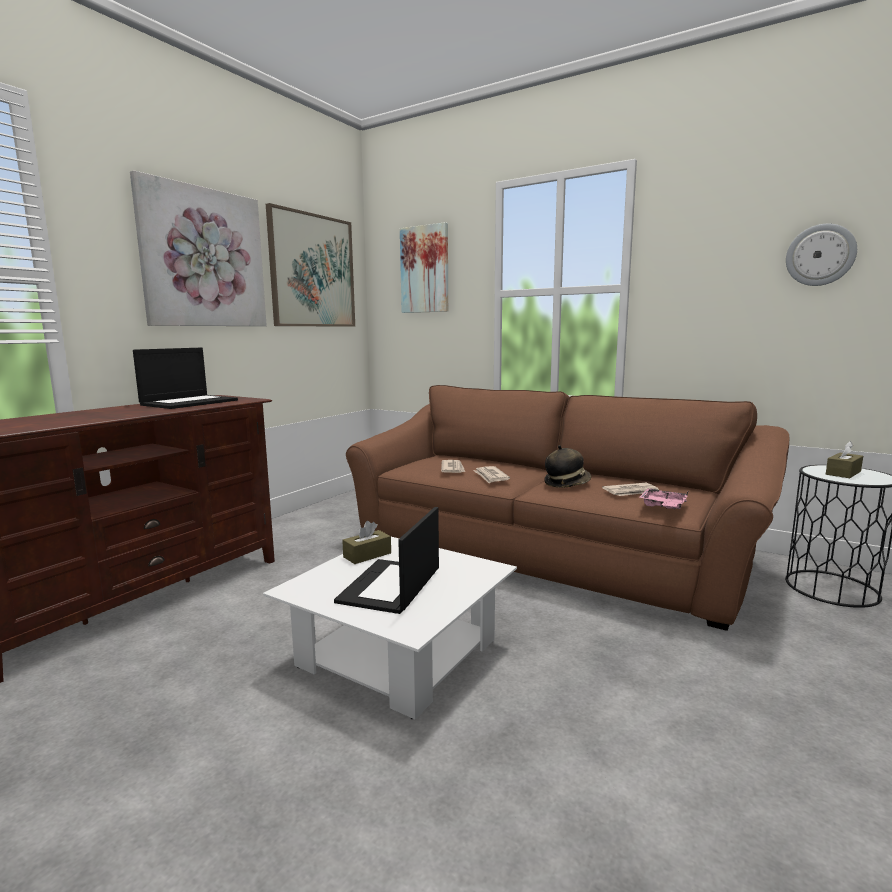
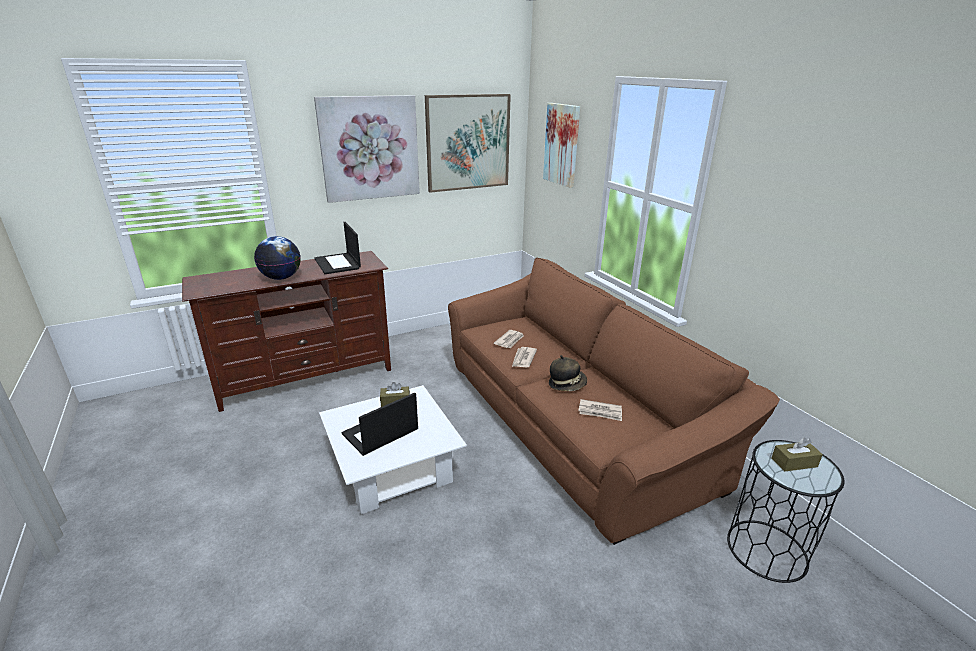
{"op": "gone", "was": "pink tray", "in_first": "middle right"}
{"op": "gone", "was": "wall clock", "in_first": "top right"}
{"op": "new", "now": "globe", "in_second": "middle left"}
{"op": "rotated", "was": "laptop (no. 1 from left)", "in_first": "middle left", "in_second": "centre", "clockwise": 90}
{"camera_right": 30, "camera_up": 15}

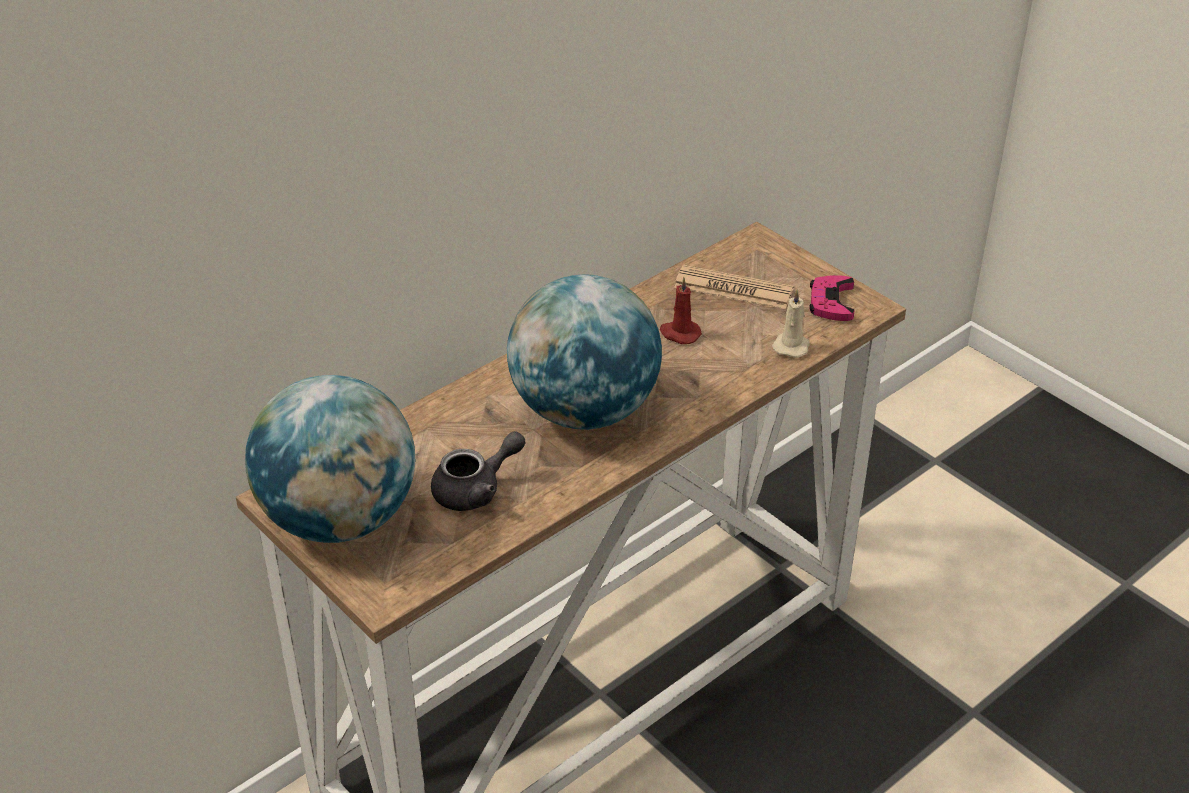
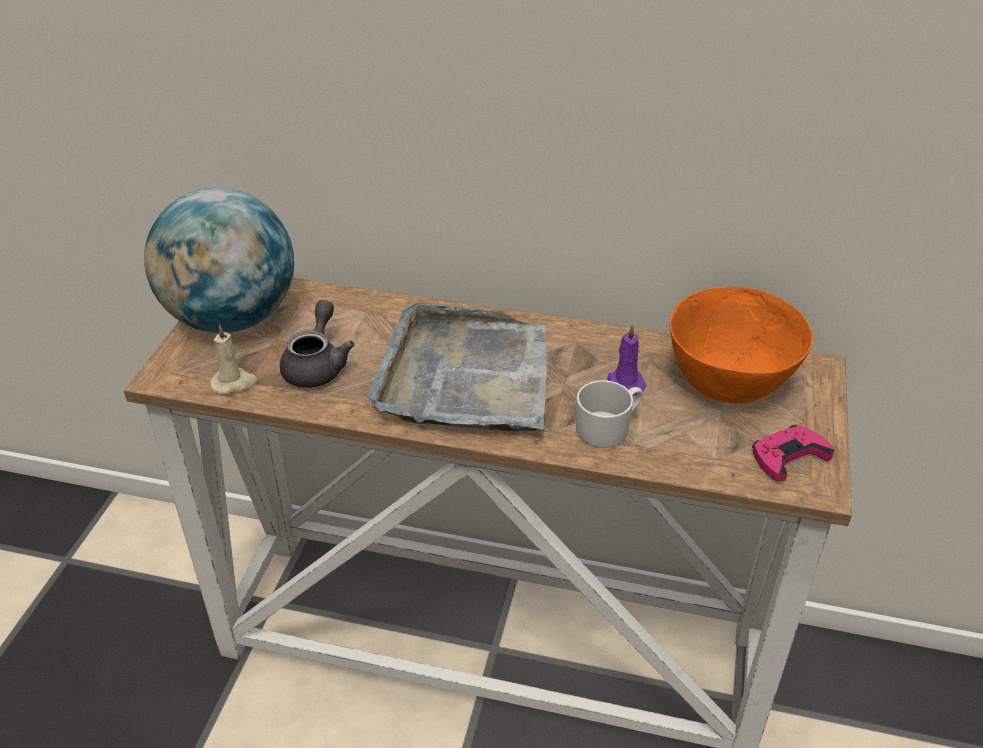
{"op": "new", "now": "white mug", "in_second": "centre"}
{"op": "shifted", "was": "beige candle", "in_first": "centre", "in_second": "middle left"}
{"op": "swapped", "was": "globe (no. 2 from left)", "now": "grey tray", "in_first": "centre", "in_second": "centre"}
{"op": "swapped", "was": "newspaper", "now": "orange bowl", "in_first": "centre", "in_second": "middle right"}
{"op": "repainted", "was": "red candle", "now": "purple candle", "in_first": "centre", "in_second": "centre"}
{"op": "rotated", "was": "grey teapot", "in_first": "centre", "in_second": "middle left", "clockwise": -105}
{"camera_right": 55, "camera_up": 0}

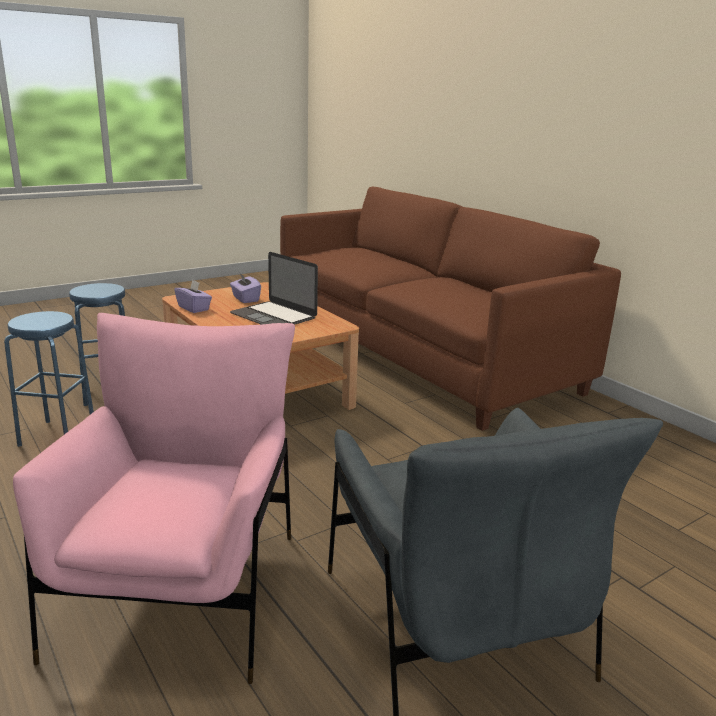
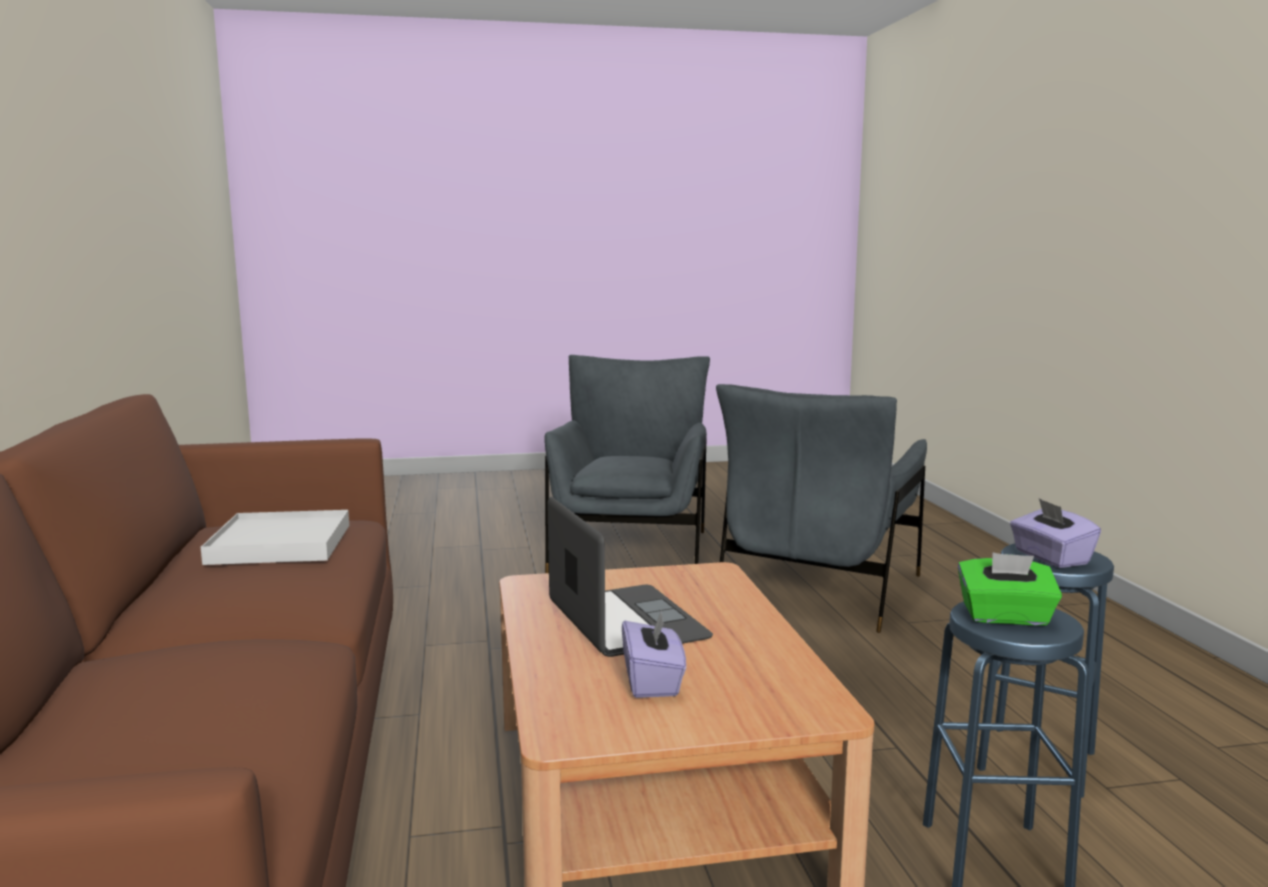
{"op": "new", "now": "white tray", "in_second": "middle left"}
{"op": "new", "now": "green tissue box", "in_second": "middle right"}
{"op": "shifted", "was": "purple tissue box (no. 1 from left in the first image)", "now": "purple tissue box (no. 2 from left)", "in_first": "middle left", "in_second": "middle right"}
{"op": "repainted", "was": "pink armchair", "now": "grey armchair (no. 2 from left)", "in_first": "bottom left", "in_second": "centre"}
{"camera_right": -155, "camera_up": -10}

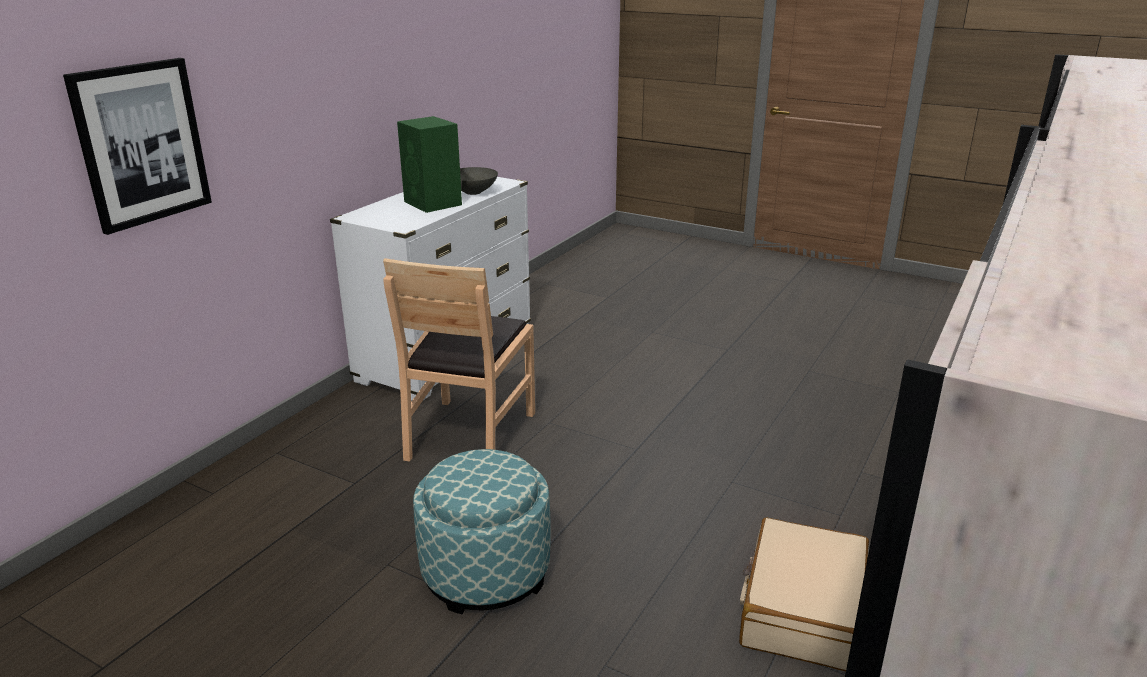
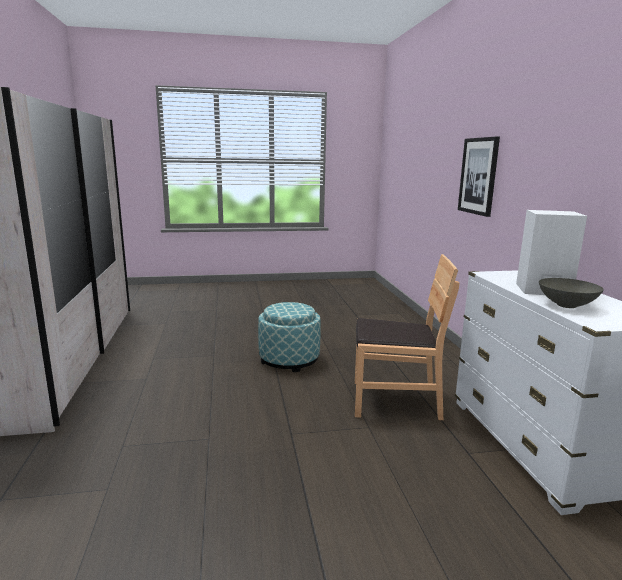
{"op": "gone", "was": "beige suitcase", "in_first": "bottom right"}
{"op": "repainted", "was": "green speaker", "now": "white speaker", "in_first": "top centre", "in_second": "middle right"}
{"op": "rotated", "was": "brown chair", "in_first": "centre", "in_second": "centre", "clockwise": 120}
{"camera_right": 140, "camera_up": -10}

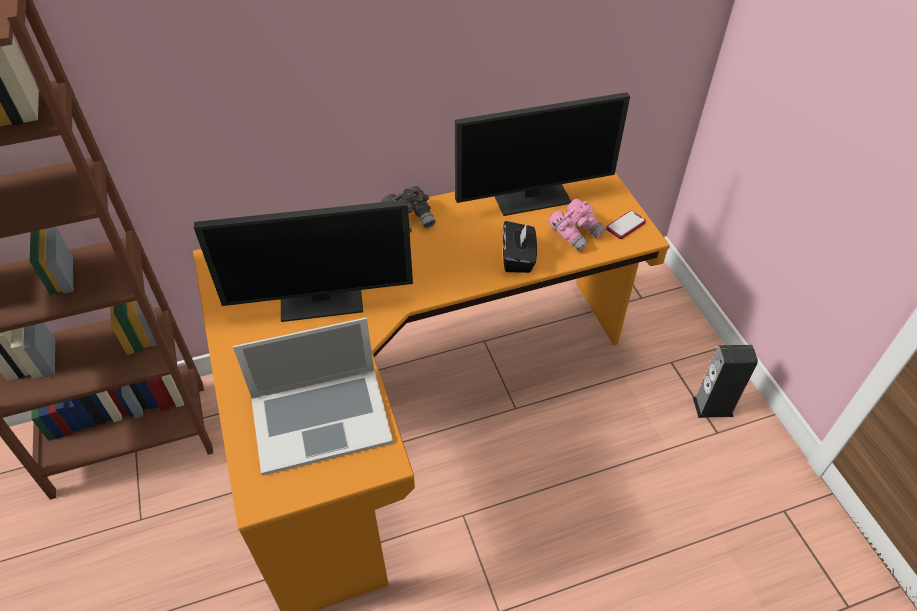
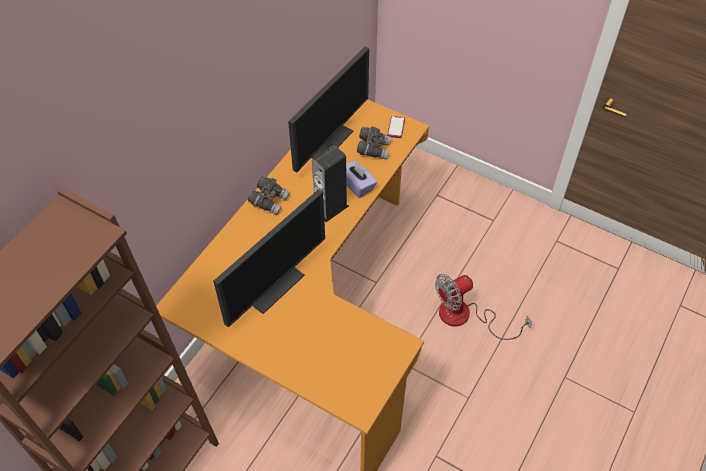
{"op": "gone", "was": "laptop", "in_first": "centre"}
{"op": "new", "now": "fan", "in_second": "middle right"}
{"op": "shifted", "was": "speaker", "in_first": "middle right", "in_second": "centre"}
{"op": "repainted", "was": "black tissue box", "now": "purple tissue box", "in_first": "centre", "in_second": "centre"}
{"op": "repainted", "was": "pink binoculars", "now": "grey binoculars (no. 2 from left)", "in_first": "centre", "in_second": "top centre"}
{"camera_right": -40, "camera_up": 5}

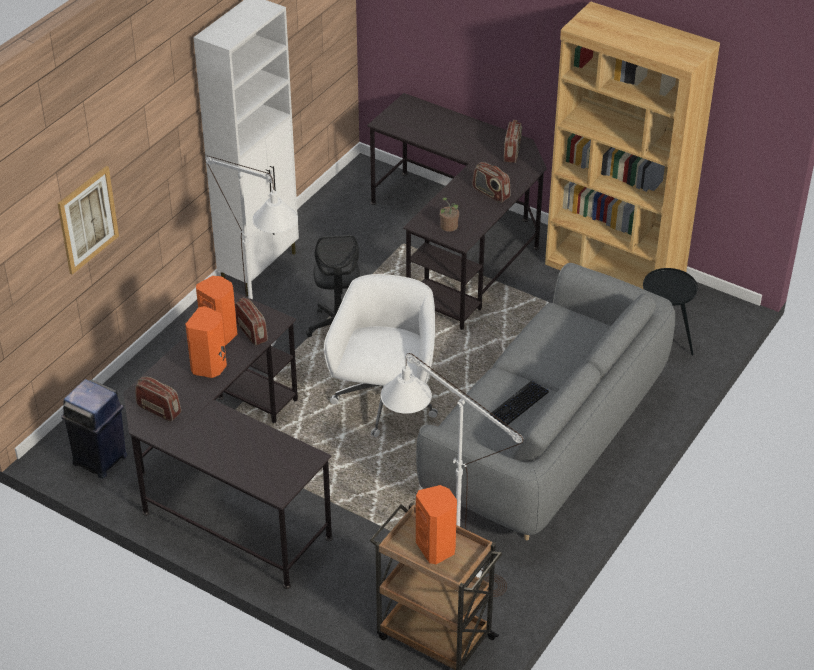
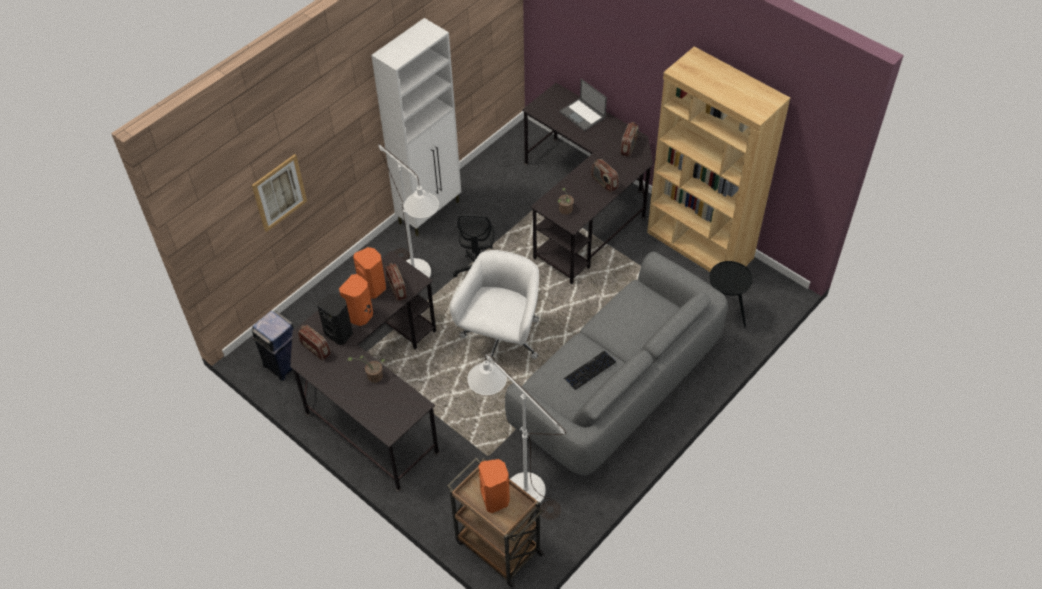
{"op": "new", "now": "black speaker", "in_second": "middle left"}
{"op": "new", "now": "potted plant (no. 1 from left)", "in_second": "centre"}
{"op": "new", "now": "laptop", "in_second": "top centre"}
{"camera_right": 10, "camera_up": 10}

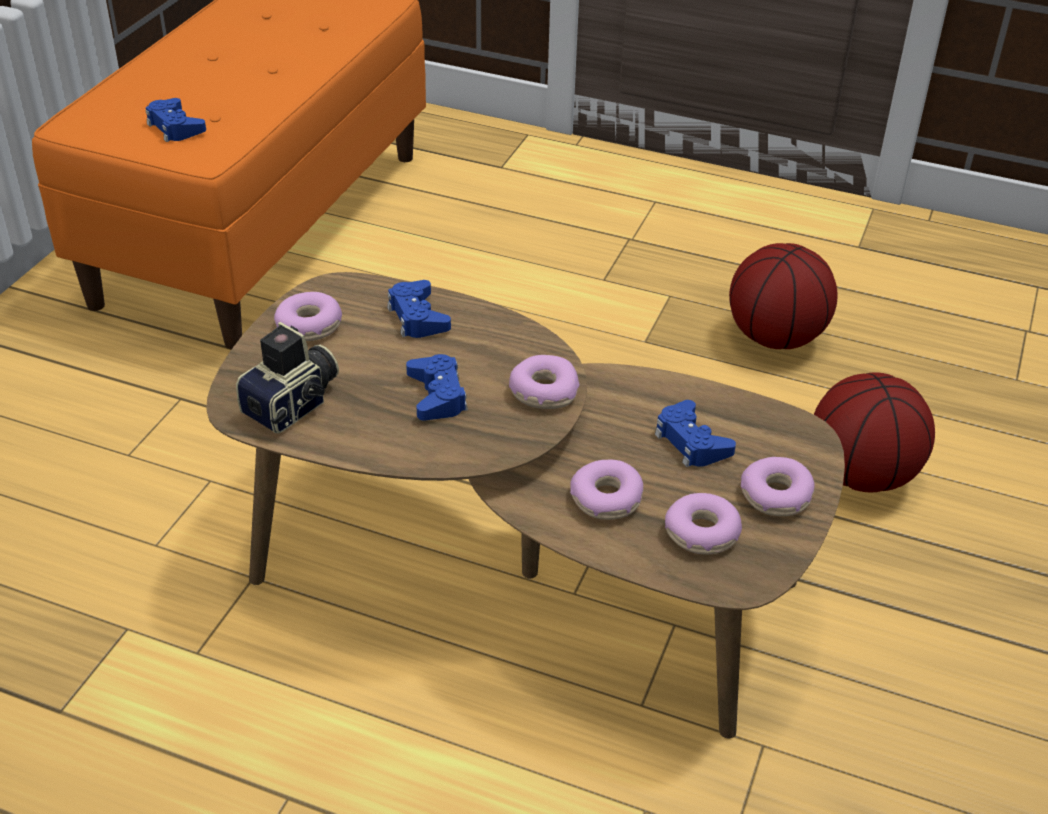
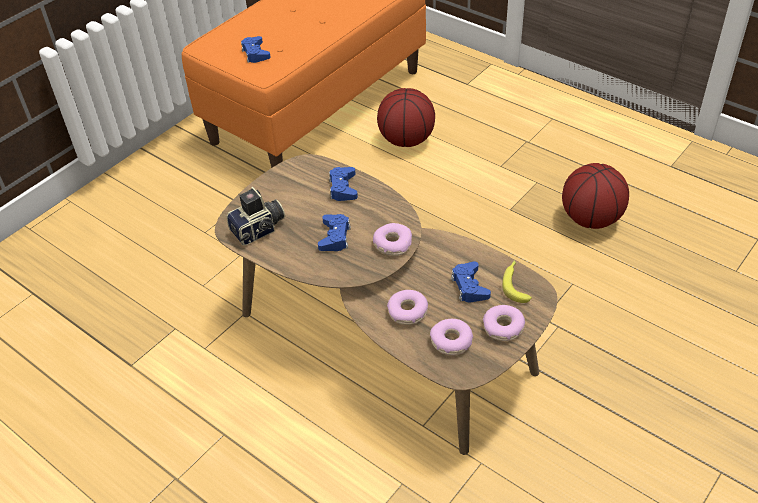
{"op": "gone", "was": "donut (no. 1 from left)", "in_first": "middle left"}
{"op": "new", "now": "banana", "in_second": "middle right"}
{"op": "shifted", "was": "basketball (no. 2 from left in the first image)", "now": "basketball (no. 1 from left)", "in_first": "middle right", "in_second": "top centre"}
{"camera_right": 20, "camera_up": 5}

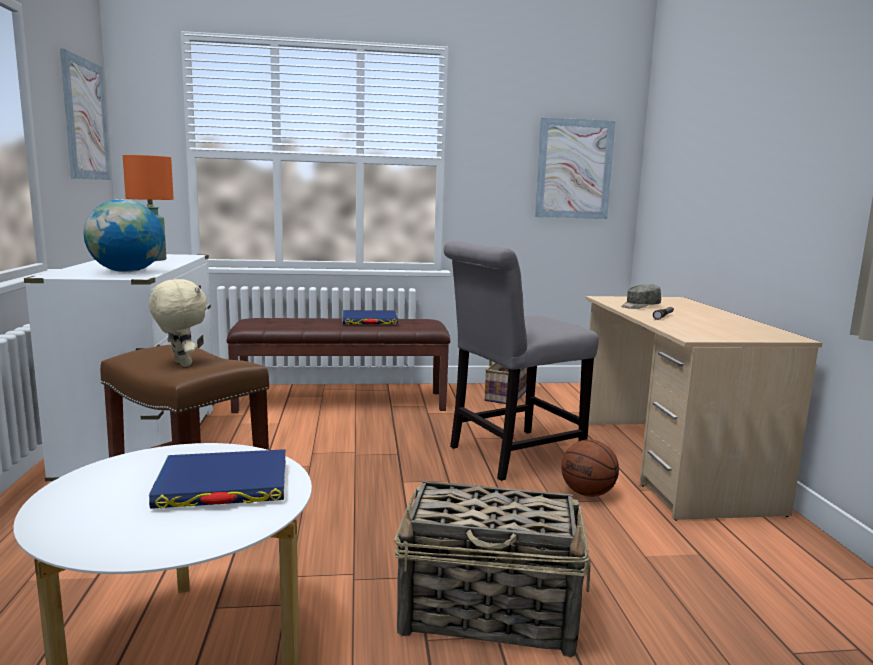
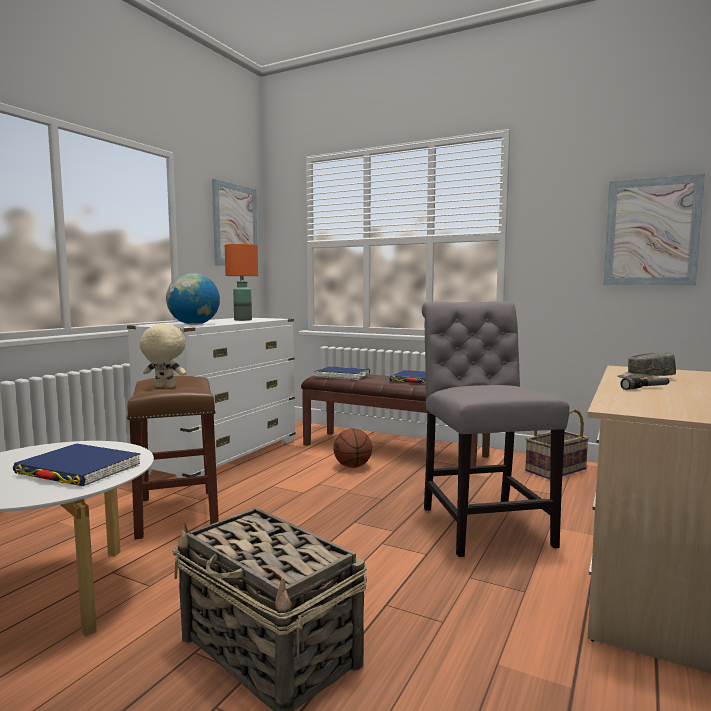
{"op": "new", "now": "blue book (no. 2 from left)", "in_second": "centre"}
{"op": "shifted", "was": "basketball", "in_first": "bottom right", "in_second": "centre"}
{"op": "rotated", "was": "beige plush toy", "in_first": "middle left", "in_second": "middle left", "clockwise": -75}
{"op": "rotated", "was": "grey chair", "in_first": "centre", "in_second": "middle right", "clockwise": 75}
{"camera_right": 35, "camera_up": -5}

